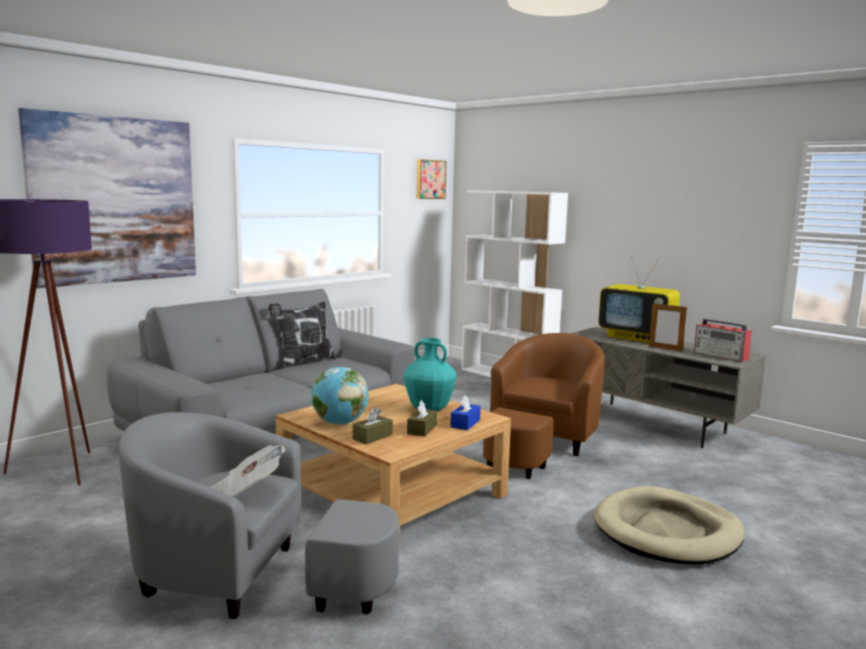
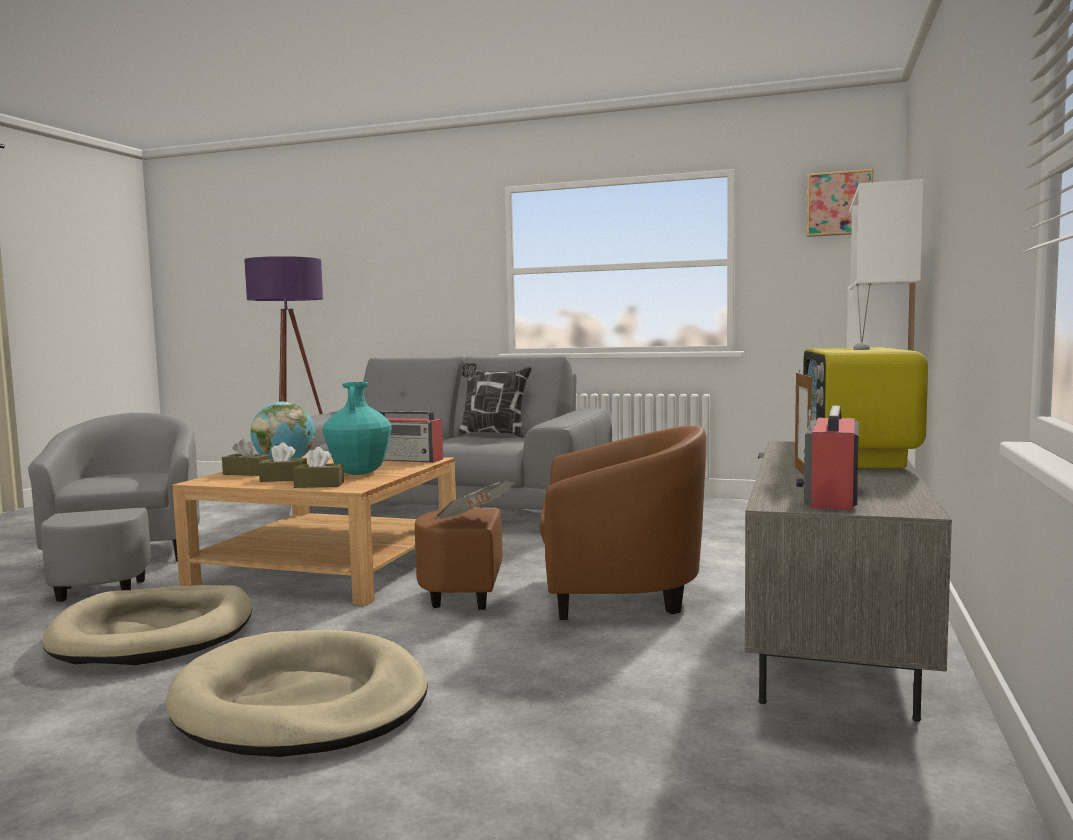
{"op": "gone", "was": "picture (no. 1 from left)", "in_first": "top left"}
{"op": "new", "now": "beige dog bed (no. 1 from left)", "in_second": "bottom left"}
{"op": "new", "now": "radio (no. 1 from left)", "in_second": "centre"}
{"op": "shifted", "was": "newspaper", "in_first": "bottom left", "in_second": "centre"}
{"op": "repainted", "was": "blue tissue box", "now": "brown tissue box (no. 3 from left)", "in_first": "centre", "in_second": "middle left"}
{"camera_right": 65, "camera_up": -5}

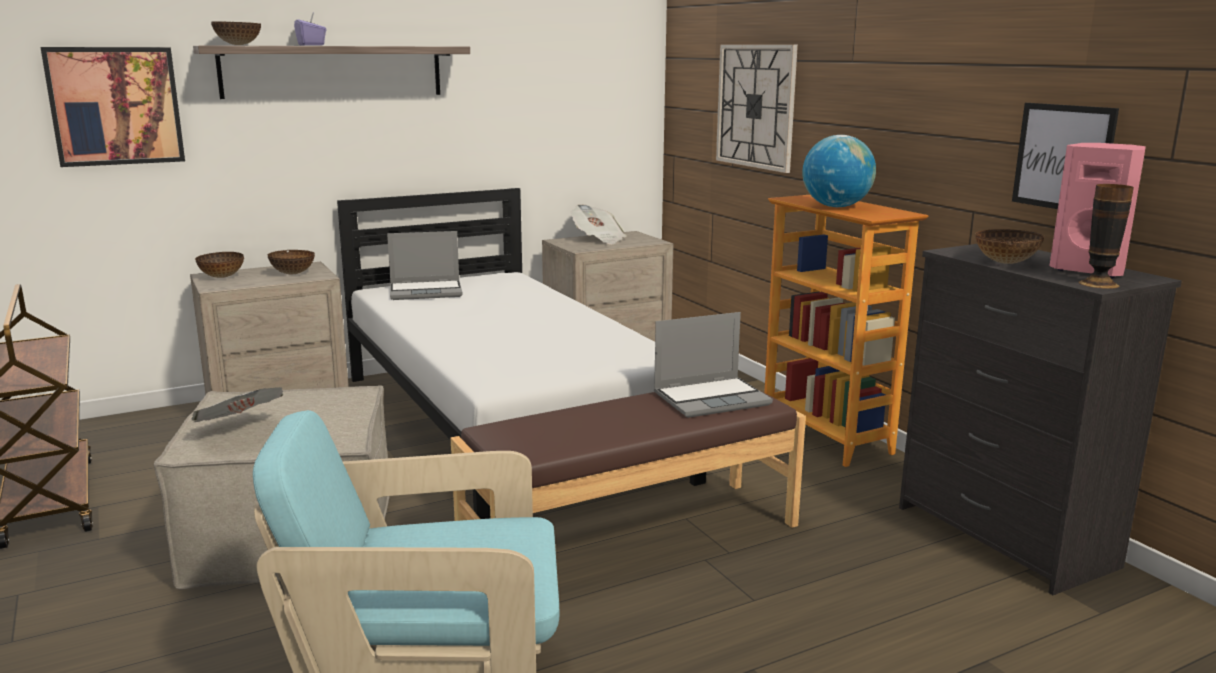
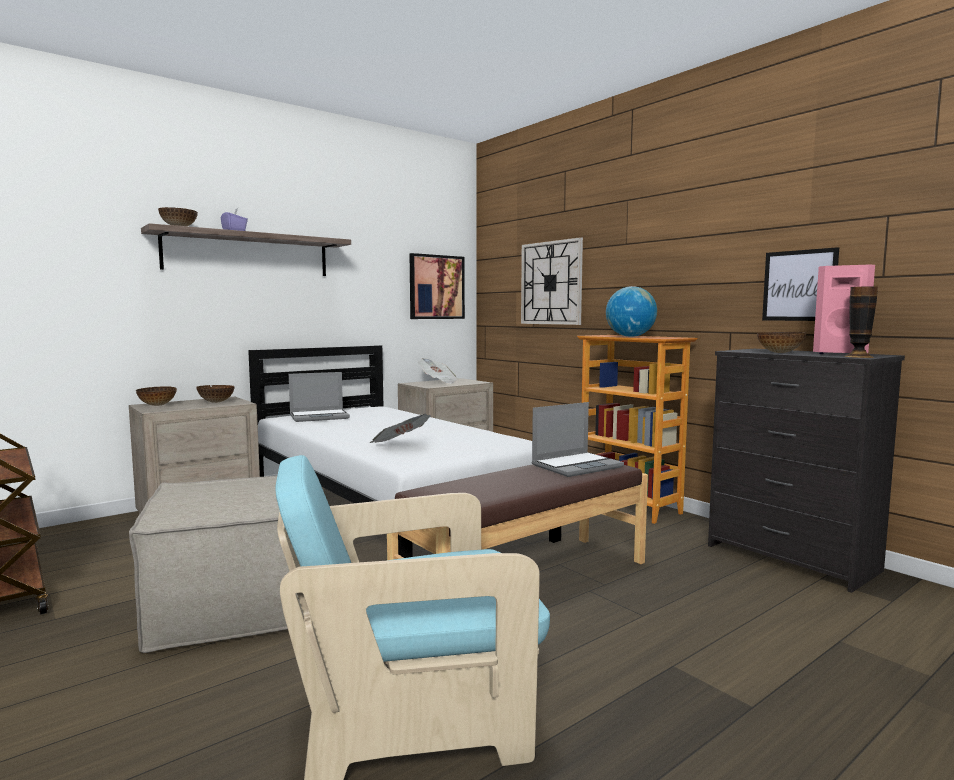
{"op": "shifted", "was": "picture (no. 1 from left)", "in_first": "top left", "in_second": "centre"}
{"op": "shifted", "was": "newspaper (no. 1 from left)", "in_first": "middle left", "in_second": "centre"}
{"camera_right": -10, "camera_up": -10}

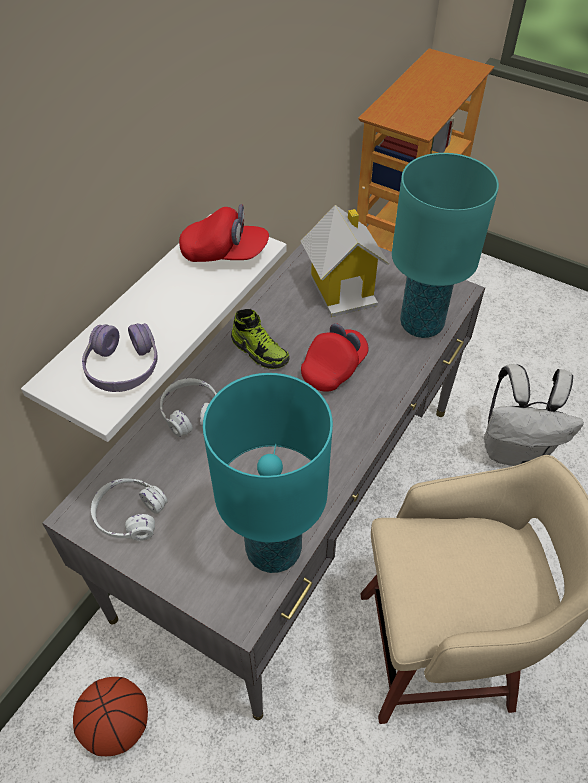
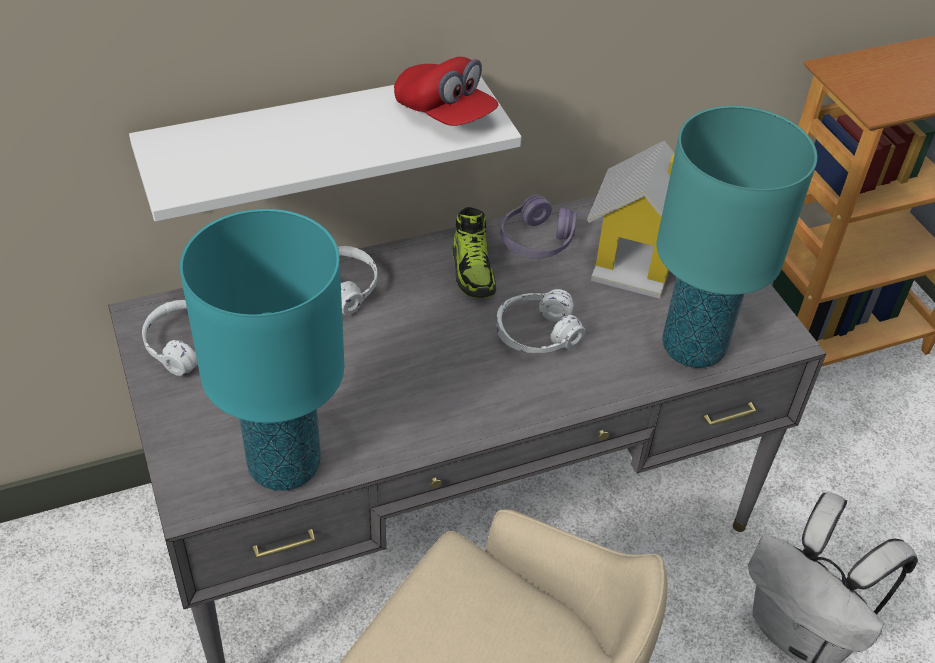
{"op": "gone", "was": "basketball", "in_first": "bottom left"}
{"op": "shifted", "was": "purple headphones", "in_first": "middle left", "in_second": "centre"}
{"op": "swapped", "was": "red cap (no. 2 from left)", "now": "white headphones (no. 3 from left)", "in_first": "centre", "in_second": "centre"}
{"camera_right": 35, "camera_up": -5}

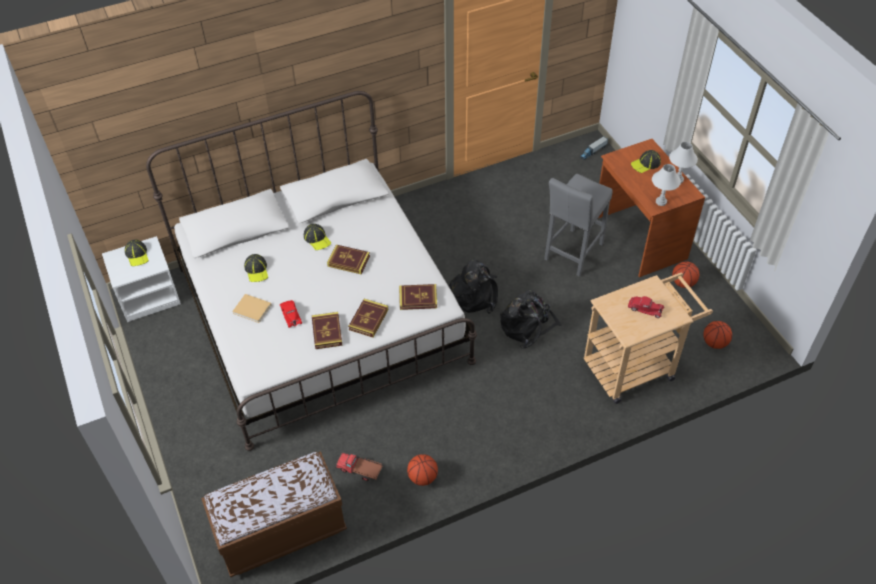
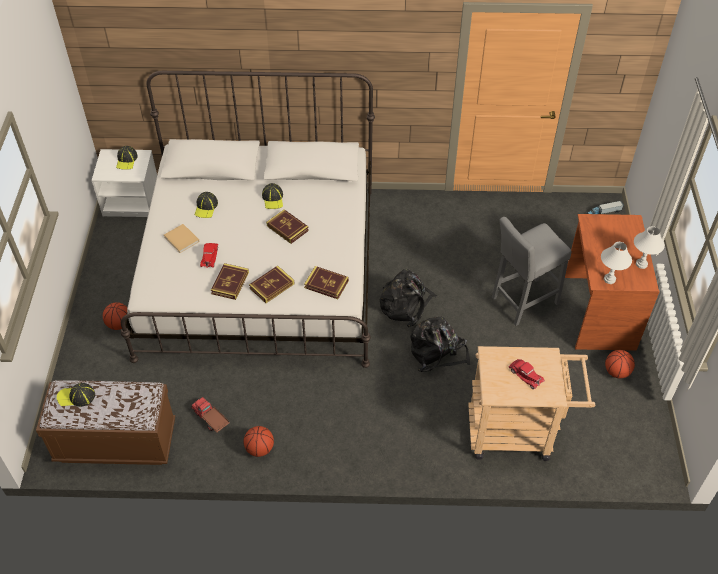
{"op": "shifted", "was": "cap (no. 4 from left in the first image)", "now": "cap (no. 1 from left)", "in_first": "top right", "in_second": "bottom left"}
{"op": "shifted", "was": "basketball (no. 3 from left in the first image)", "now": "basketball (no. 1 from left)", "in_first": "middle right", "in_second": "middle left"}
{"camera_right": 25, "camera_up": 0}

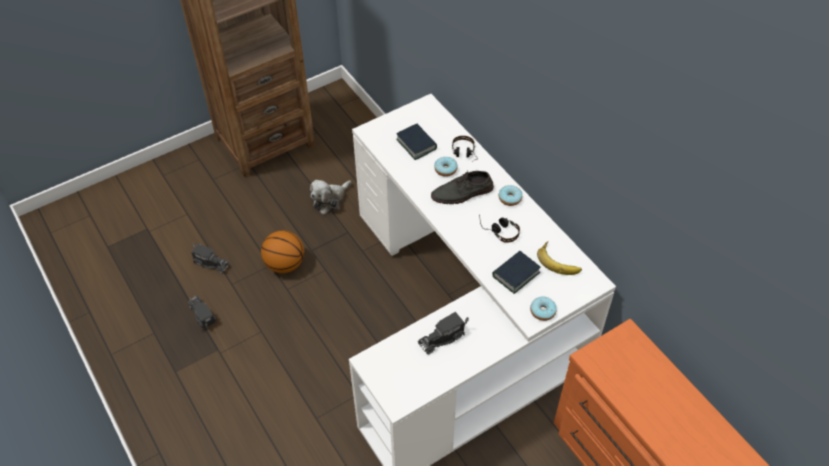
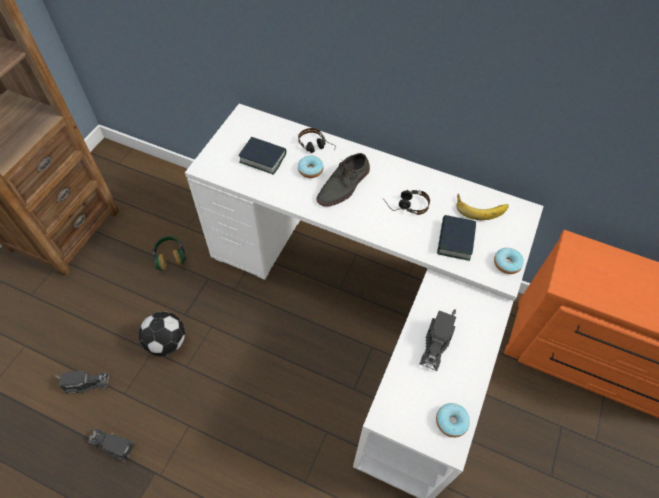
{"op": "shifted", "was": "donut (no. 2 from left)", "in_first": "centre", "in_second": "bottom right"}
{"op": "swapped", "was": "basketball", "now": "football", "in_first": "centre", "in_second": "bottom left"}
{"op": "swapped", "was": "plush toy", "now": "headphones (no. 1 from left)", "in_first": "centre", "in_second": "middle left"}
{"camera_right": -35, "camera_up": 5}

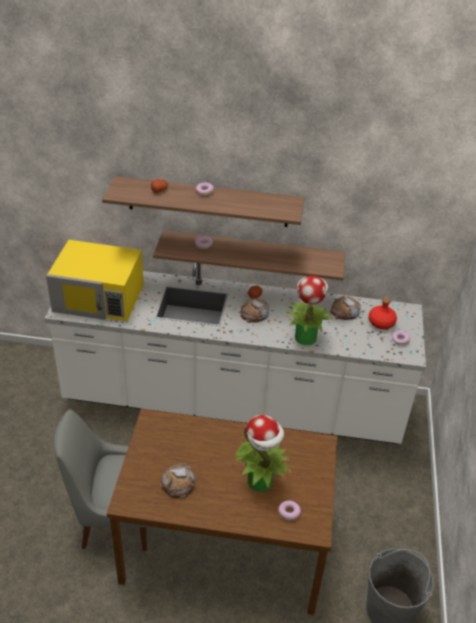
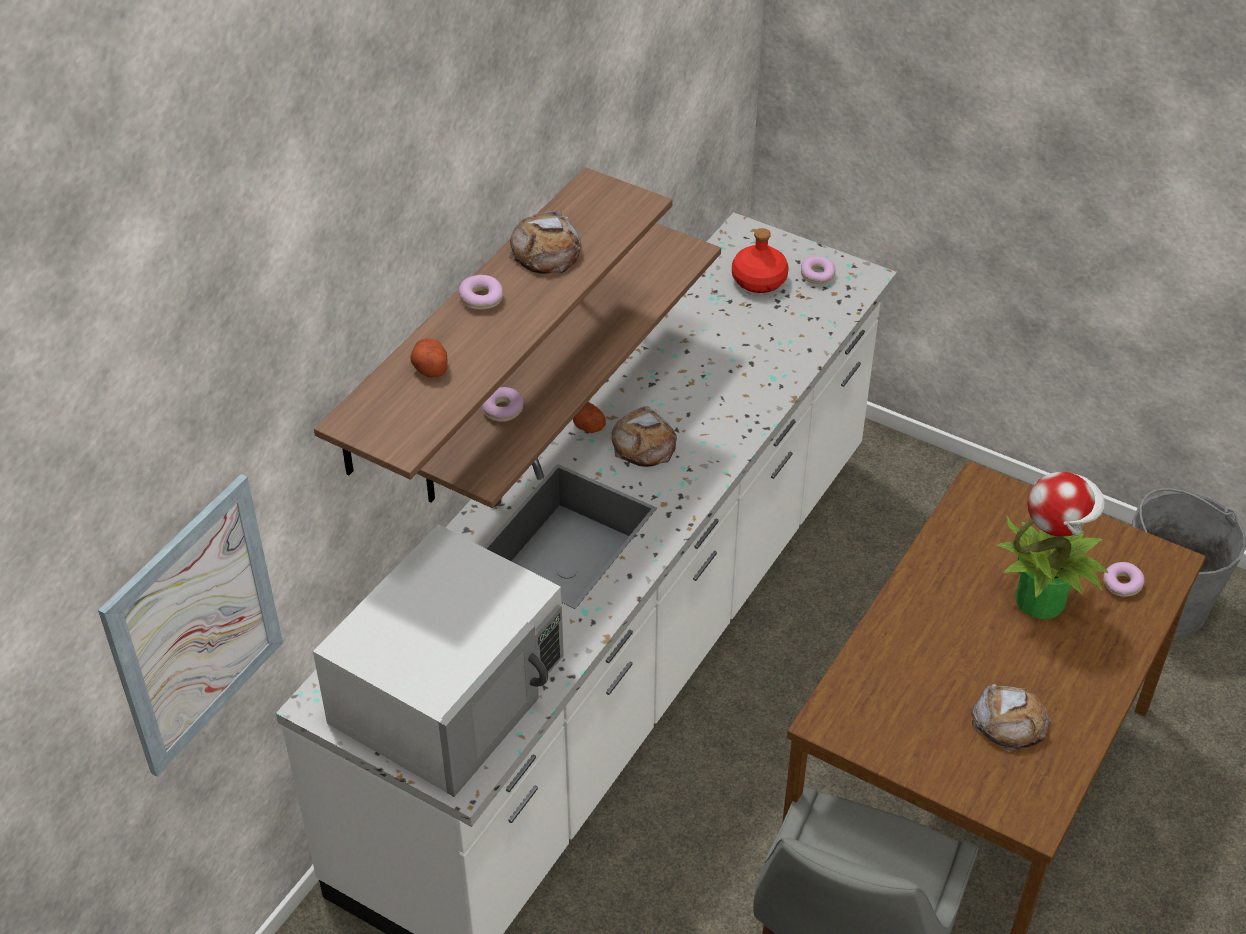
{"op": "gone", "was": "potted plant (no. 2 from left)", "in_first": "centre"}
{"op": "new", "now": "picture", "in_second": "bottom left"}
{"op": "shifted", "was": "bread (no. 3 from left in the first image)", "now": "bread (no. 1 from left)", "in_first": "middle right", "in_second": "top centre"}
{"op": "repainted", "was": "yellow microwave", "now": "white microwave", "in_first": "middle left", "in_second": "bottom centre"}
{"camera_right": -65, "camera_up": 5}

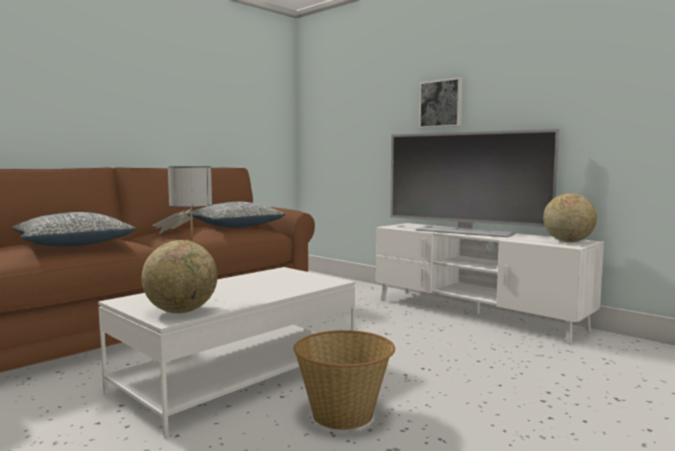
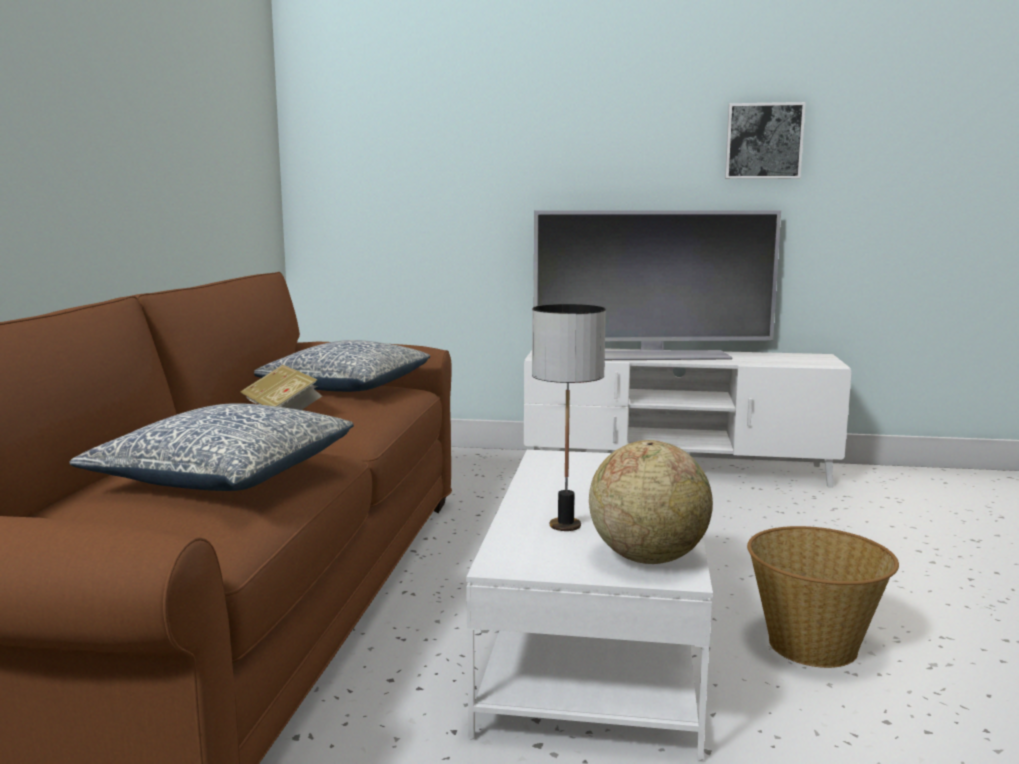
{"op": "gone", "was": "globe (no. 2 from left)", "in_first": "middle right"}
{"op": "shifted", "was": "picture", "in_first": "top centre", "in_second": "top right"}
{"camera_right": -35, "camera_up": 5}

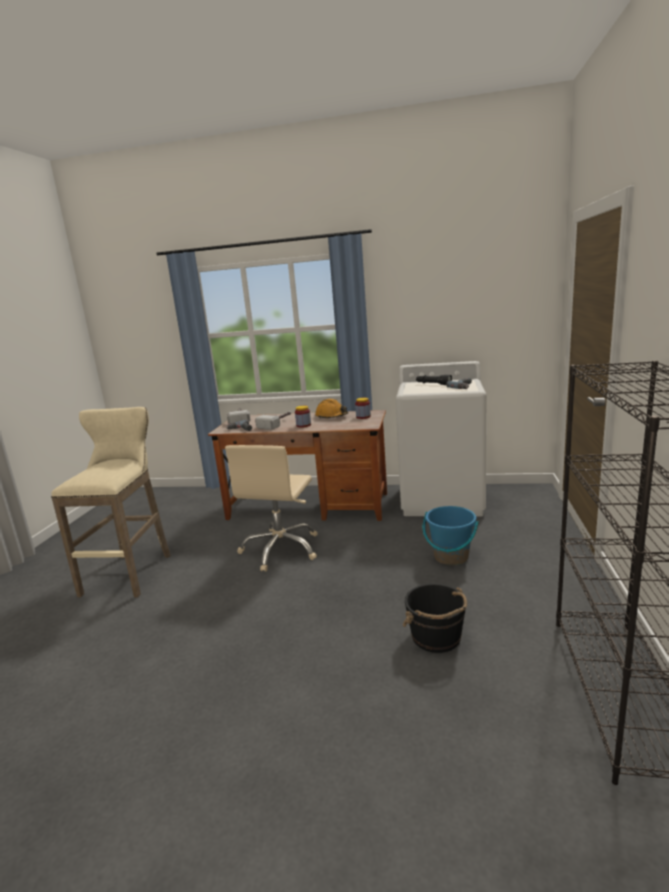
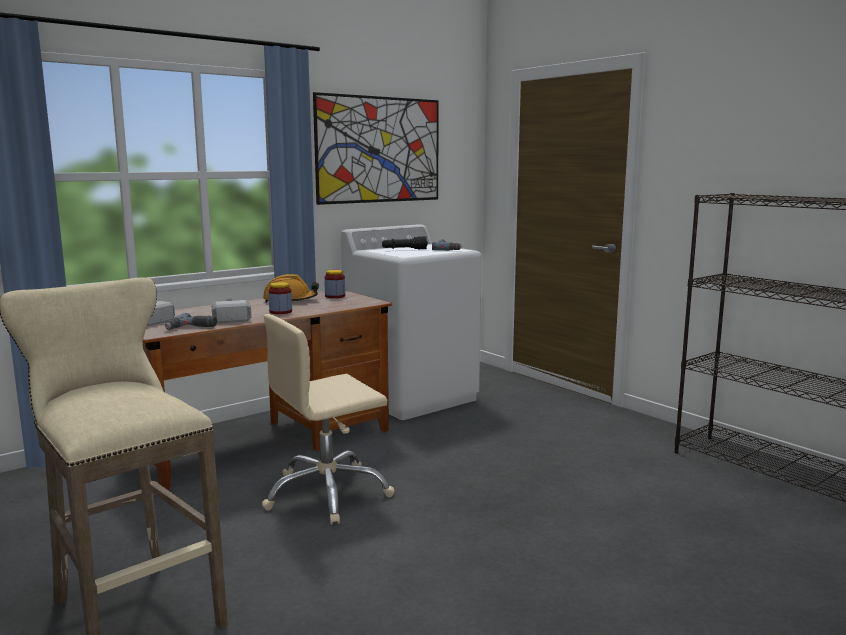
{"op": "gone", "was": "black bucket", "in_first": "bottom centre"}
{"op": "gone", "was": "blue bucket", "in_first": "middle right"}
{"op": "new", "now": "picture", "in_second": "top centre"}
{"op": "rotated", "was": "beige office chair", "in_first": "centre", "in_second": "centre", "clockwise": 90}
{"camera_right": -50, "camera_up": -5}

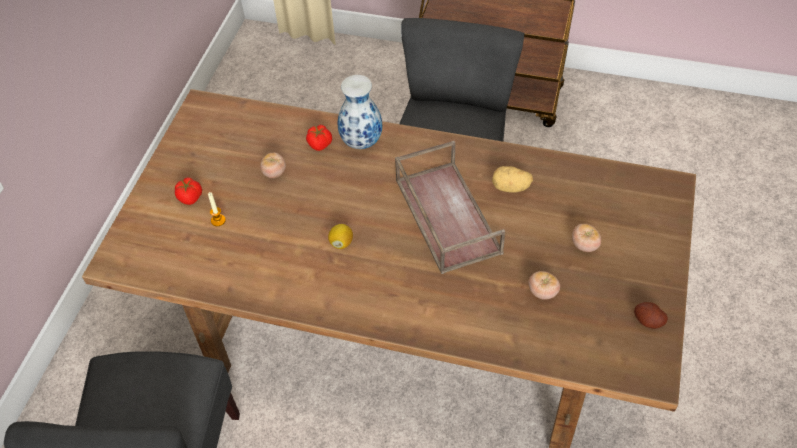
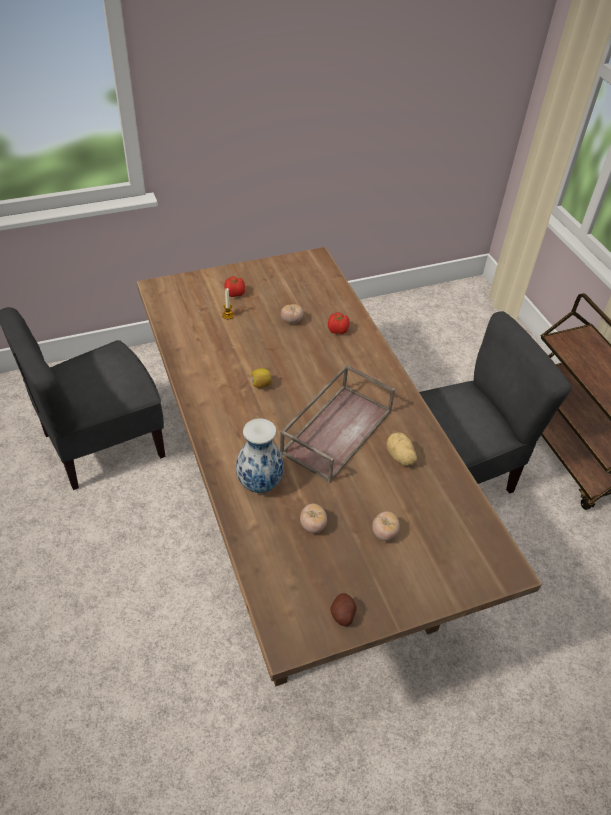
{"op": "shifted", "was": "vase", "in_first": "top centre", "in_second": "centre"}
{"camera_right": 50, "camera_up": -5}

